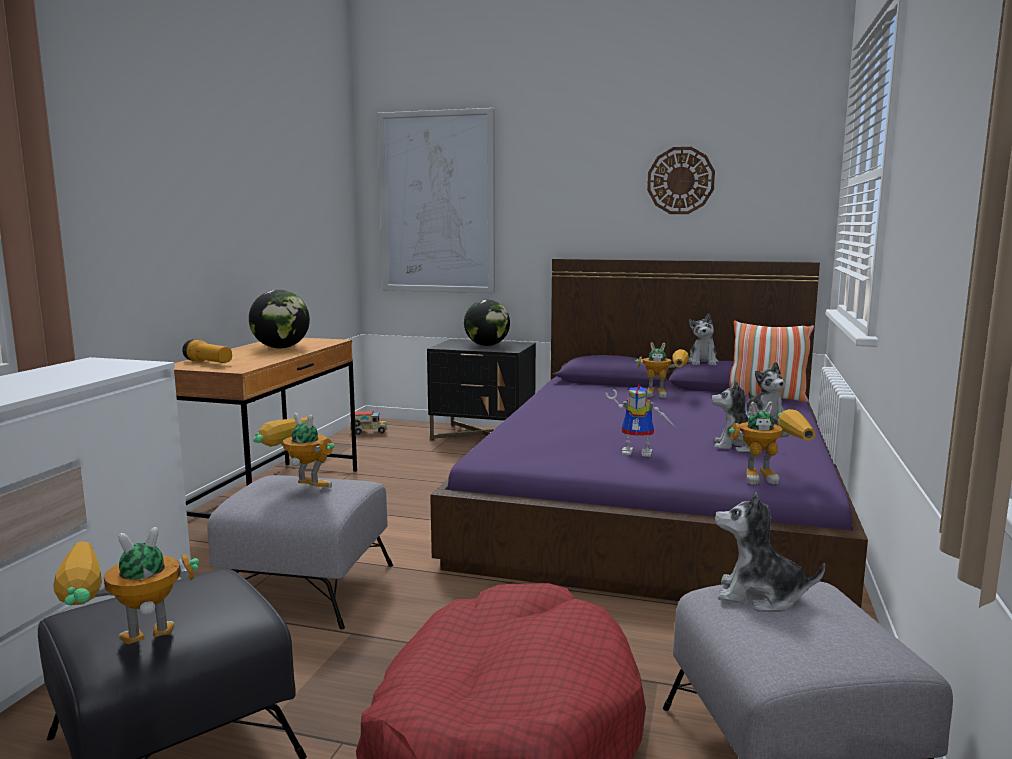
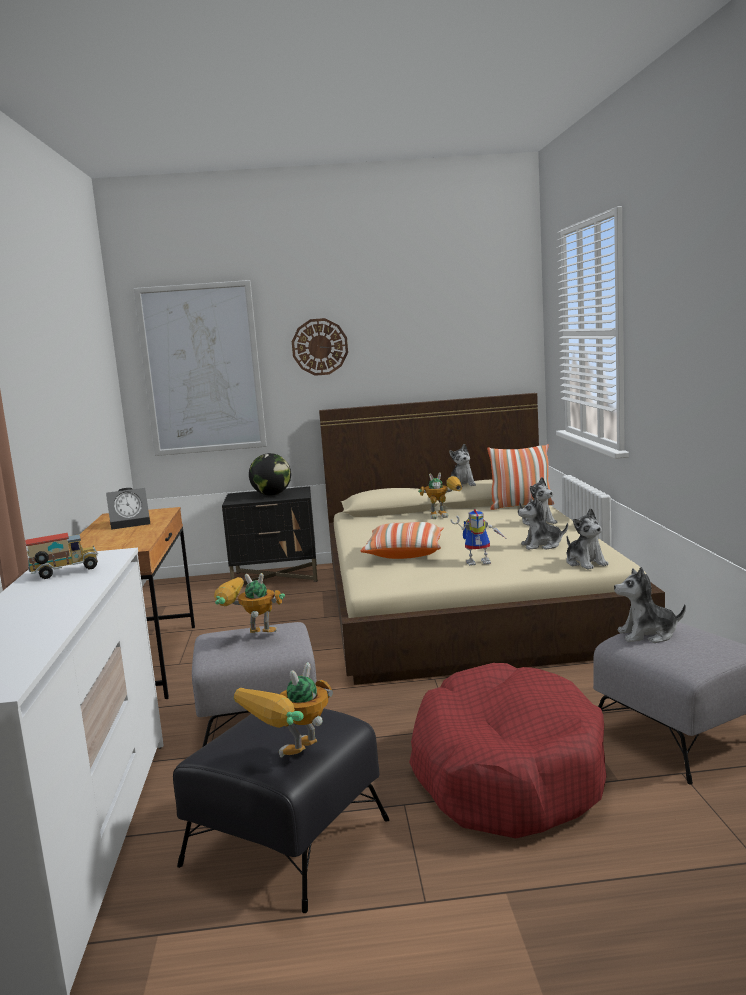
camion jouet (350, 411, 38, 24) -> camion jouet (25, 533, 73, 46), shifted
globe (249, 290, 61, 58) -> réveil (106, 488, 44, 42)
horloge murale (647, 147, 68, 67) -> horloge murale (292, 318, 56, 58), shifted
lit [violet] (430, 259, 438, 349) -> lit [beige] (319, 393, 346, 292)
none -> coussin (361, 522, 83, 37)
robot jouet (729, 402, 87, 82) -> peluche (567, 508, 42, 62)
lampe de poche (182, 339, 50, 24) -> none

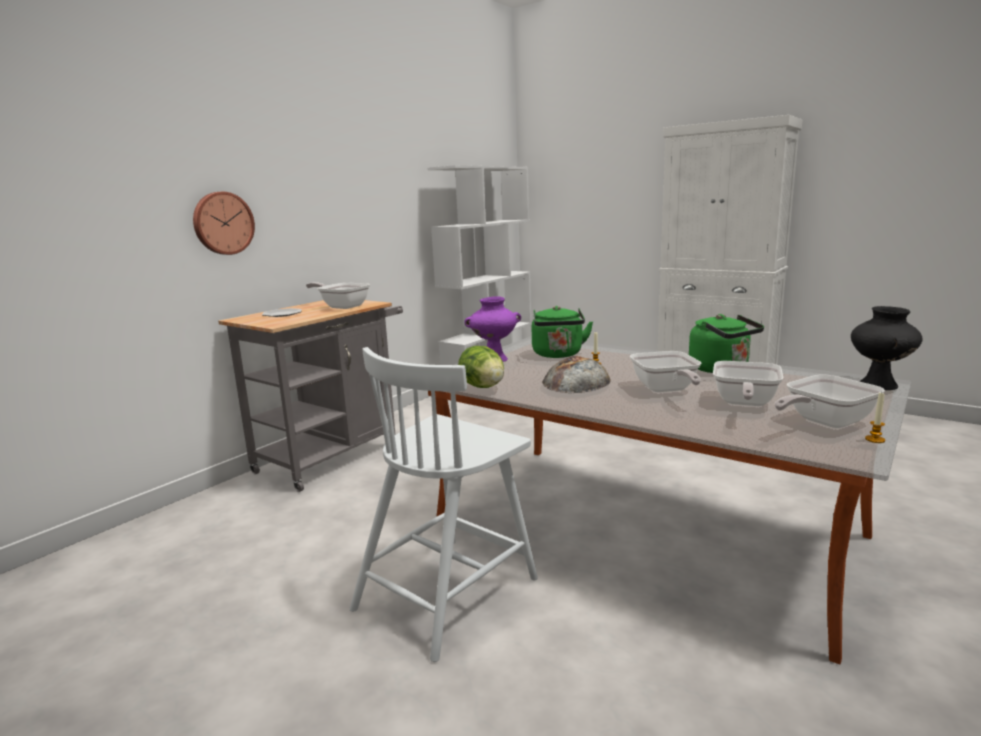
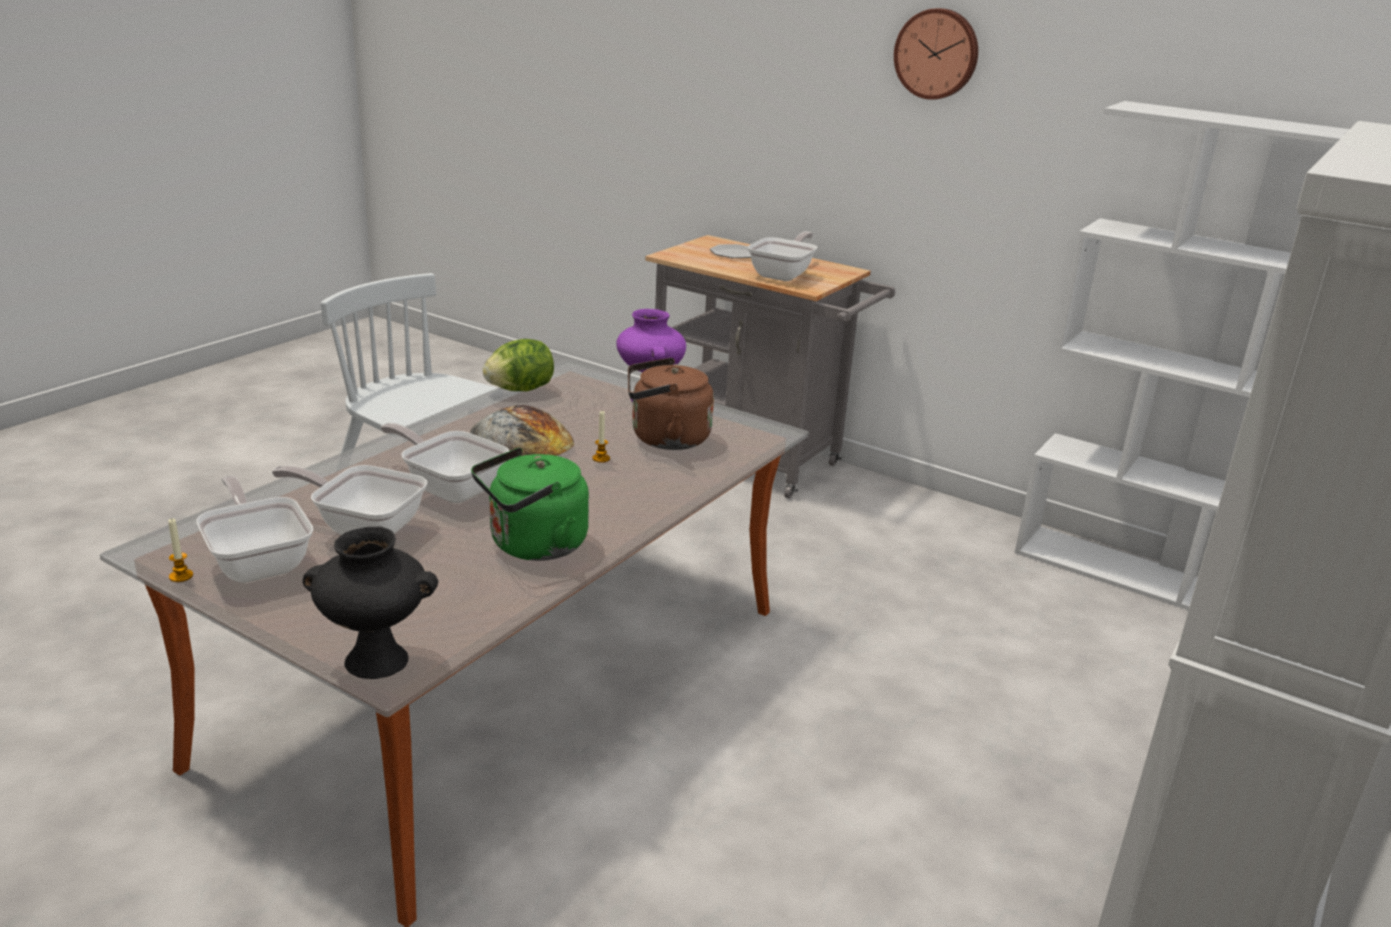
poêle (630, 351, 71, 41) -> poêle (380, 423, 129, 80), 45 degrees clockwise
bouilloire [vert] (532, 306, 61, 52) -> bouilloire [marron] (628, 358, 86, 92)
horloge murale (193, 192, 62, 63) -> horloge murale (894, 8, 84, 92), shifted

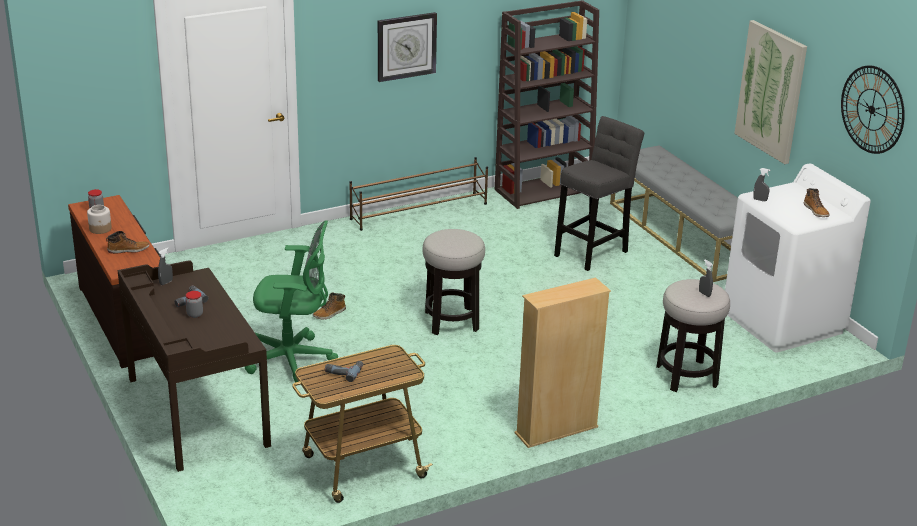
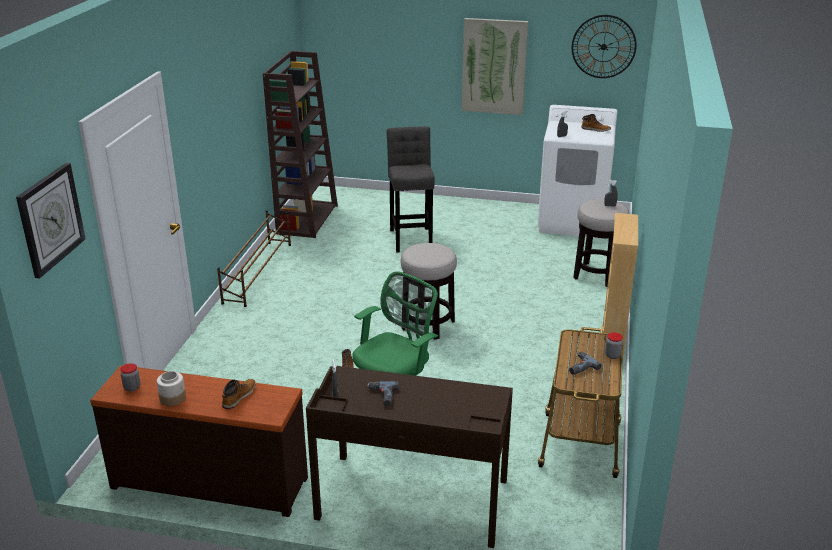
horloge murale (378, 12, 59, 70) -> horloge murale (16, 163, 70, 115), shifted
bocal (185, 291, 18, 27) -> bocal (605, 332, 18, 27), shifted
banc [gris] (610, 145, 128, 137) -> none

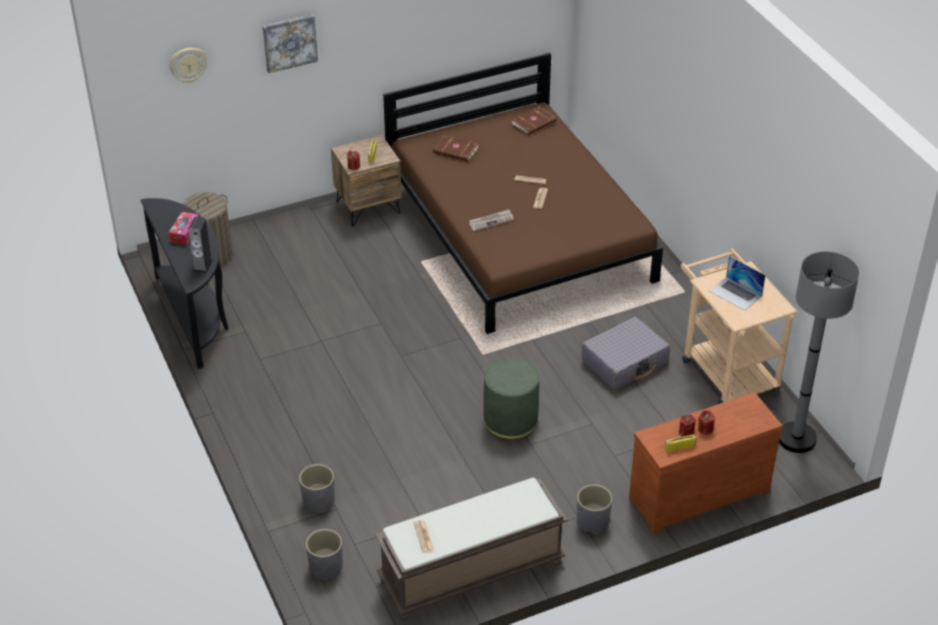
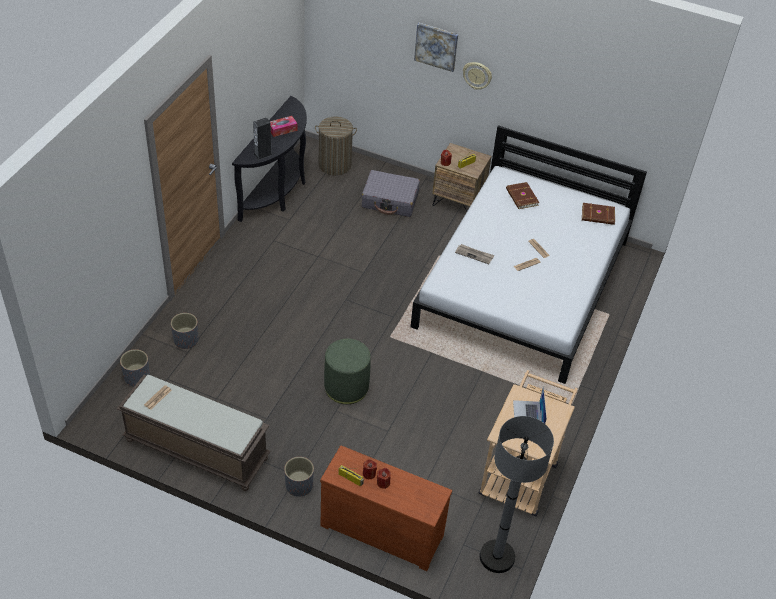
valise [gris] (581, 317, 89, 73) -> valise [gris] (362, 170, 58, 47), shifted
lit [marron] (383, 53, 280, 281) -> lit [blanc] (411, 125, 236, 259)
horloge murale (169, 48, 38, 35) -> horloge murale (463, 62, 29, 28), shifted

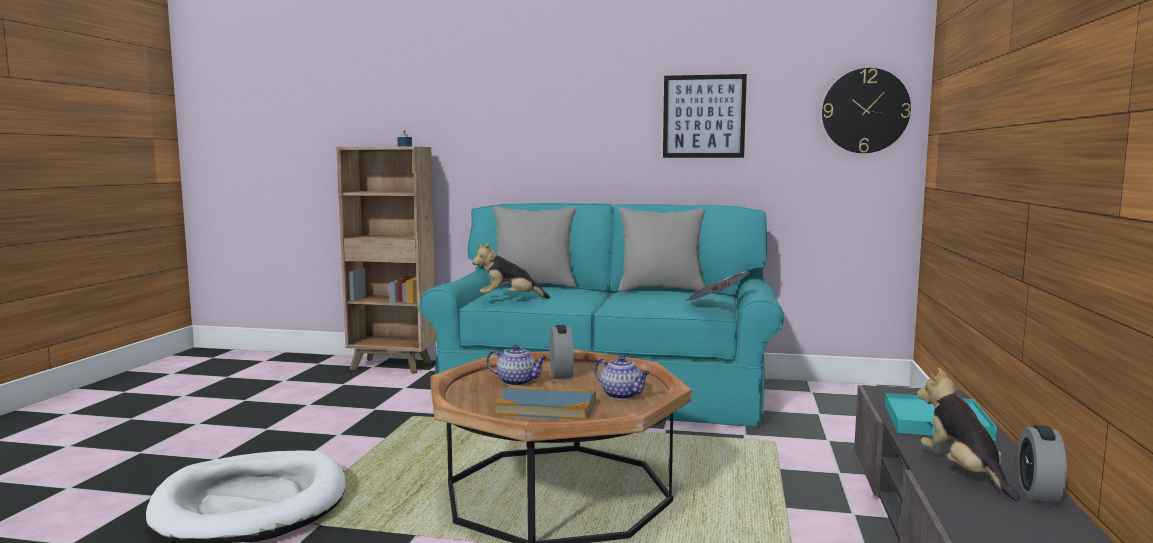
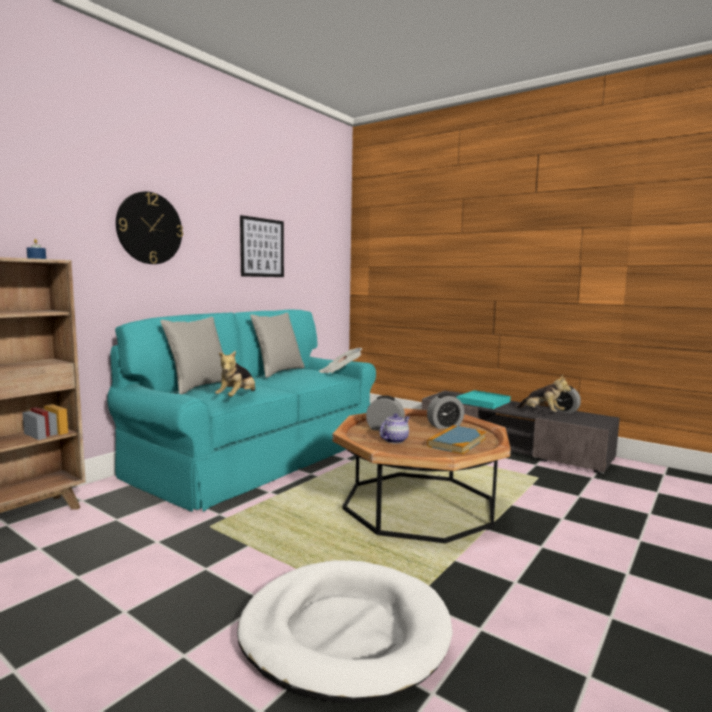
horloge murale (822, 68, 89, 85) -> horloge murale (116, 191, 67, 73), shifted
théière (594, 356, 56, 43) -> réveil (427, 393, 37, 36)
peluche (917, 368, 103, 133) -> peluche (515, 375, 56, 37), 150 degrees counterclockwise

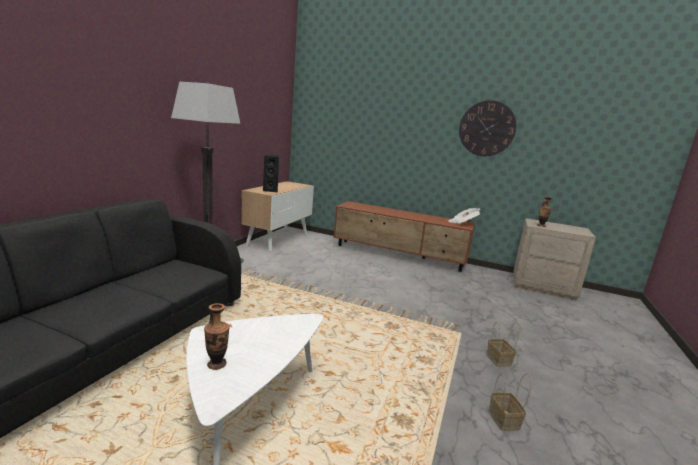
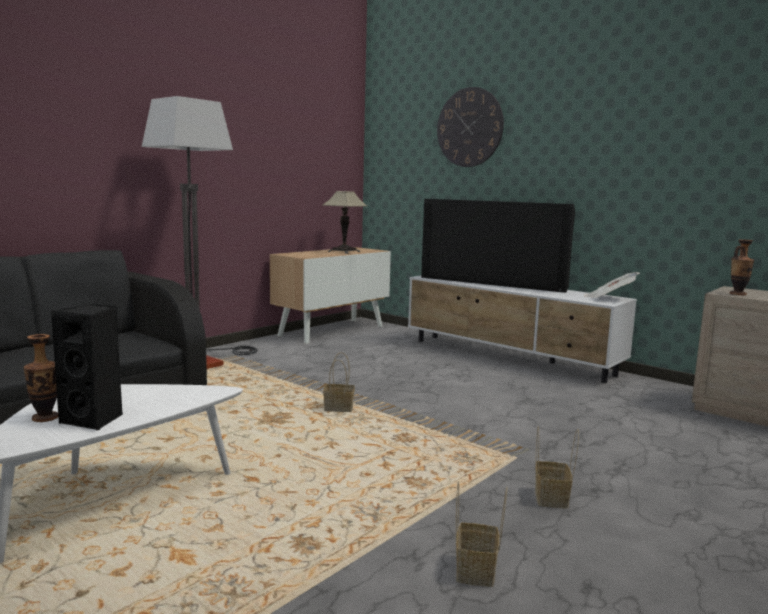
enceinte [noir] (263, 155, 16, 37) -> enceinte [noir] (50, 304, 73, 127), shifted
none -> lampe de table (323, 191, 44, 63)
none -> panier (323, 352, 32, 60)
meuble télé [marron] (333, 201, 142, 71) -> meuble télé [blanc] (408, 276, 229, 107)
none -> téléviseur (421, 199, 154, 94)
horloge murale (459, 100, 58, 56) -> horloge murale (437, 87, 67, 80), shifted

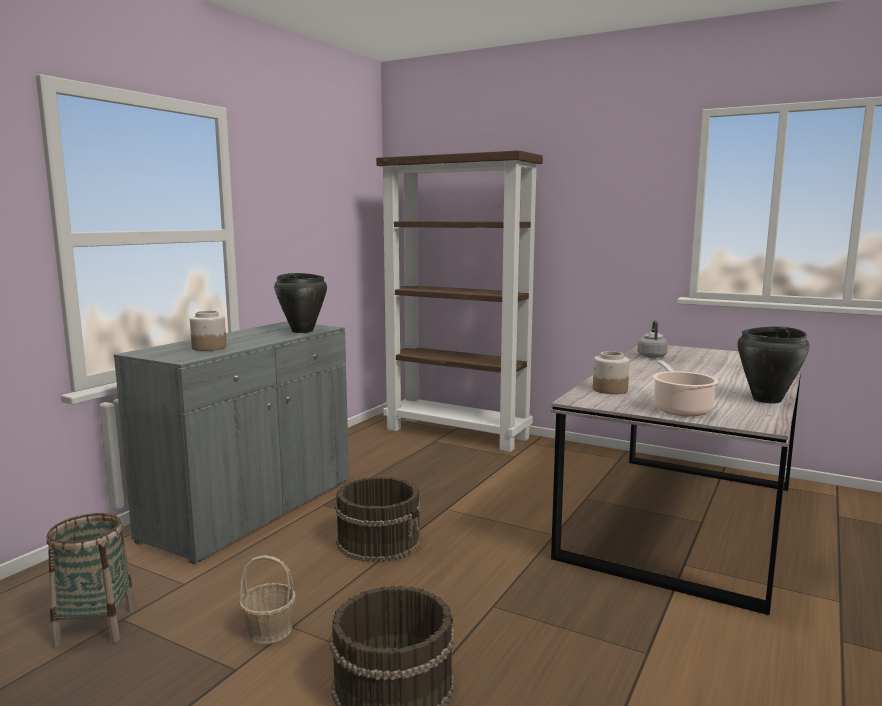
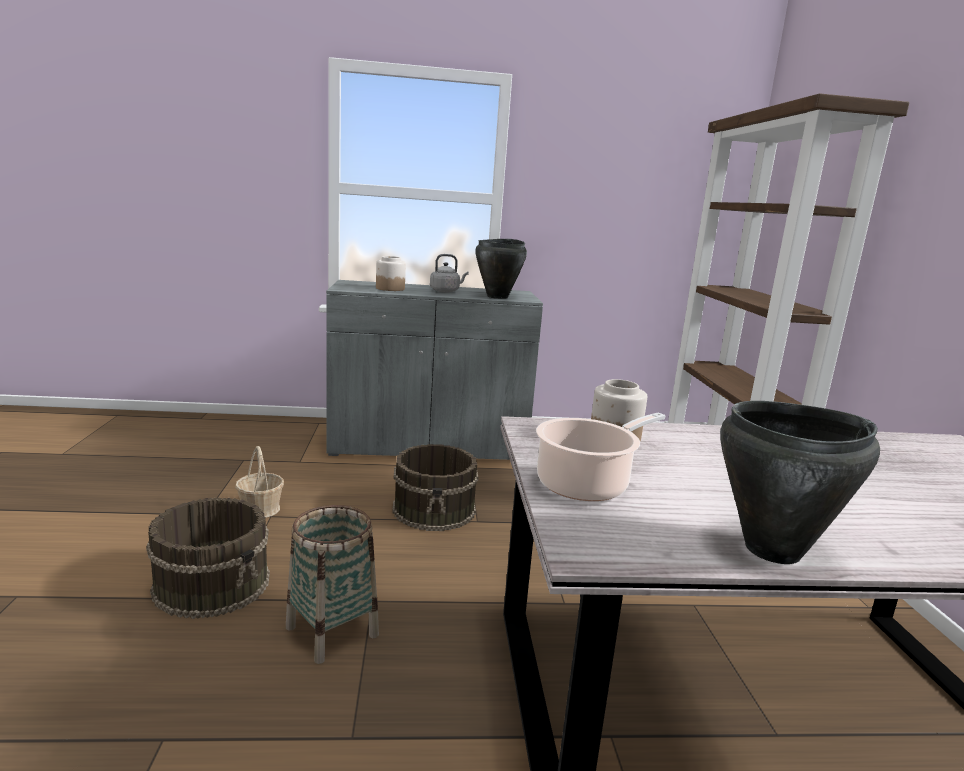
panier (47, 513, 89, 134) -> panier (286, 505, 93, 159), shifted
bouilloire [gris] (637, 320, 31, 38) -> bouilloire [gris] (430, 254, 39, 39), shifted

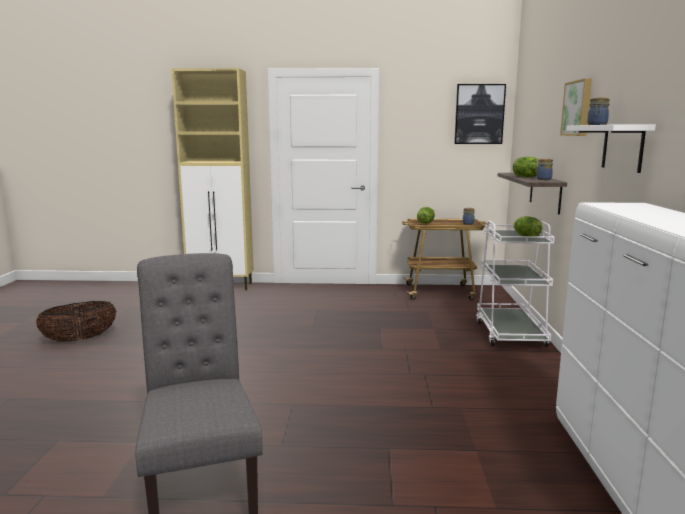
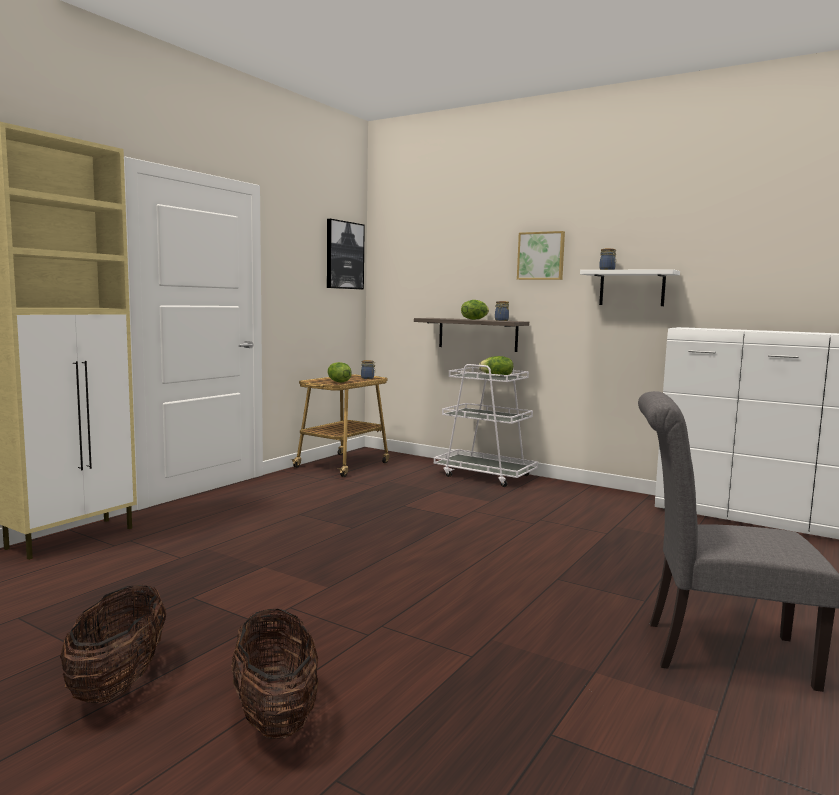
none -> panier (231, 609, 88, 130)

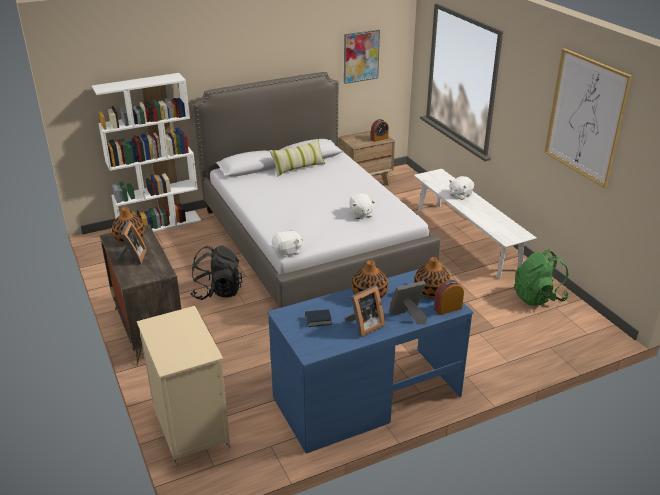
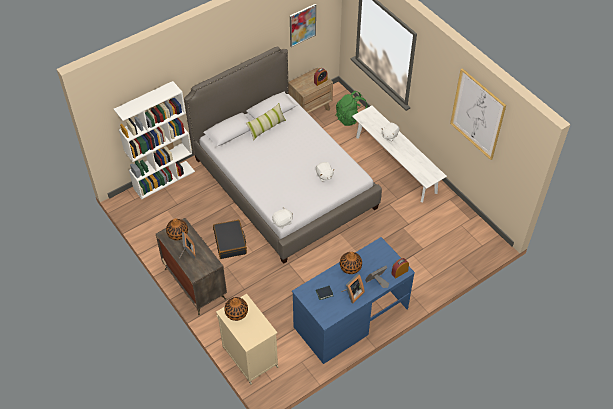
sac à dos [noir] (190, 246, 52, 54) -> valise [noir] (213, 220, 34, 39)
vase (414, 257, 37, 41) -> vase (224, 297, 24, 24), shifted
sac à dos [vert] (514, 249, 54, 57) -> sac à dos [vert] (336, 91, 31, 35), shifted

